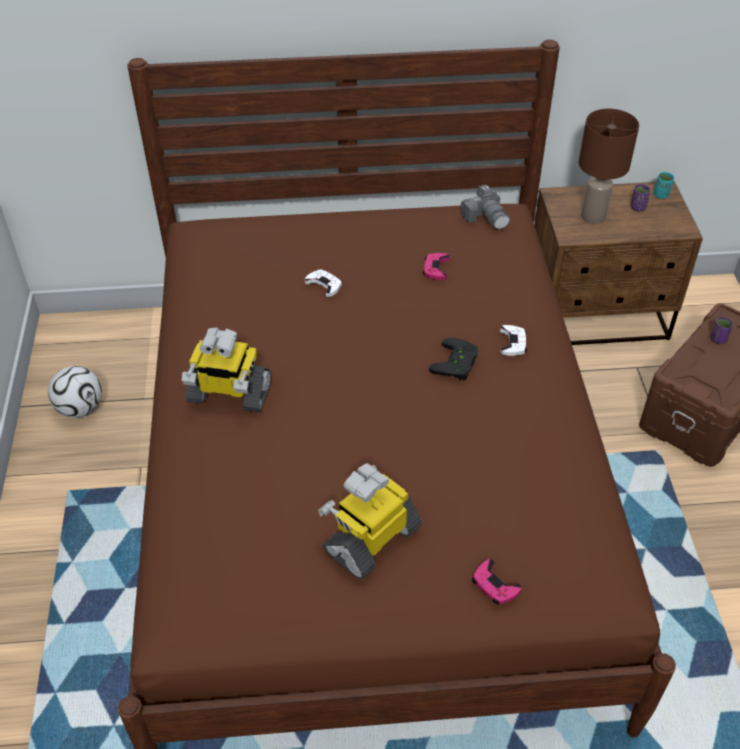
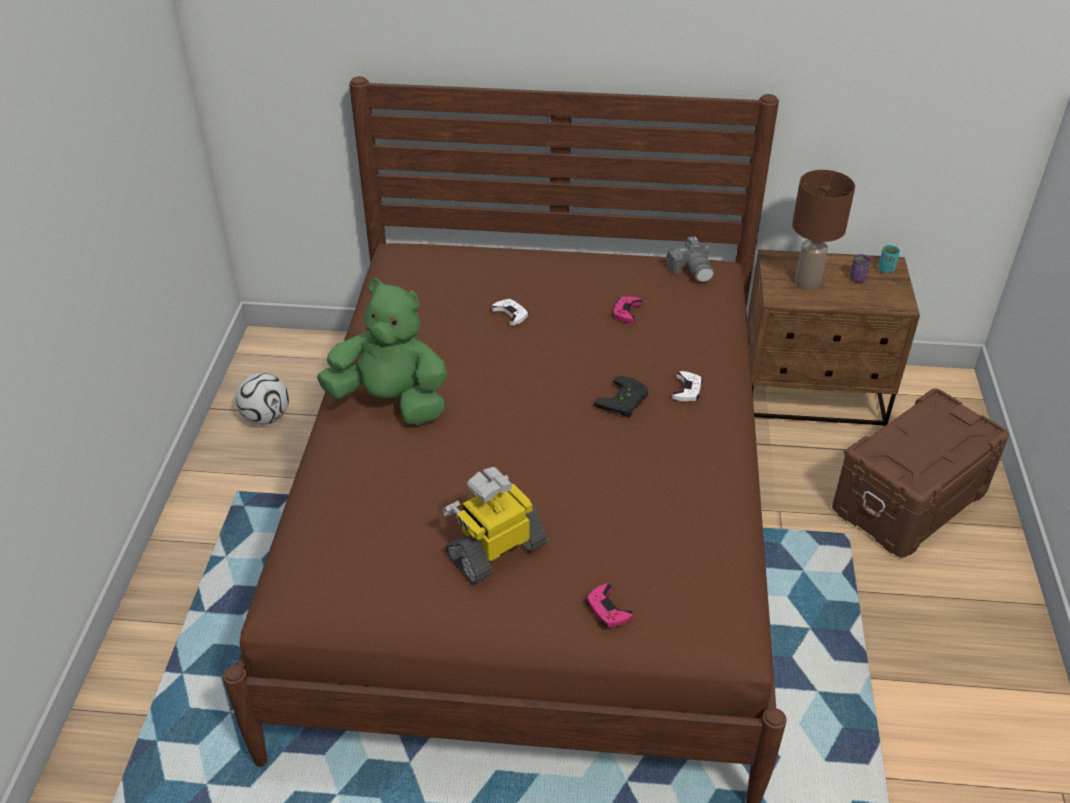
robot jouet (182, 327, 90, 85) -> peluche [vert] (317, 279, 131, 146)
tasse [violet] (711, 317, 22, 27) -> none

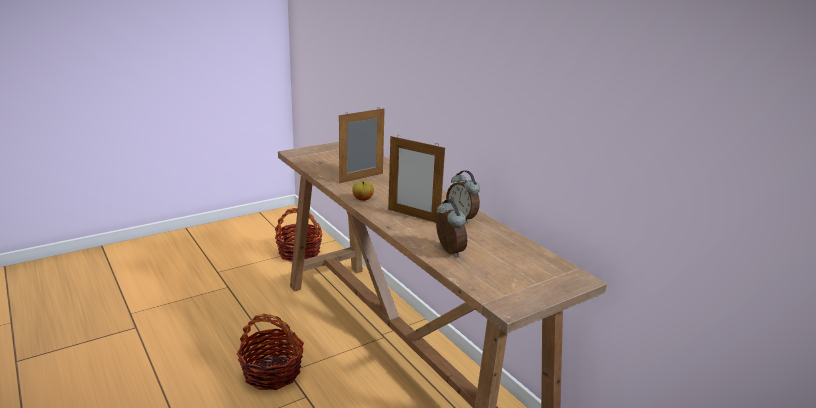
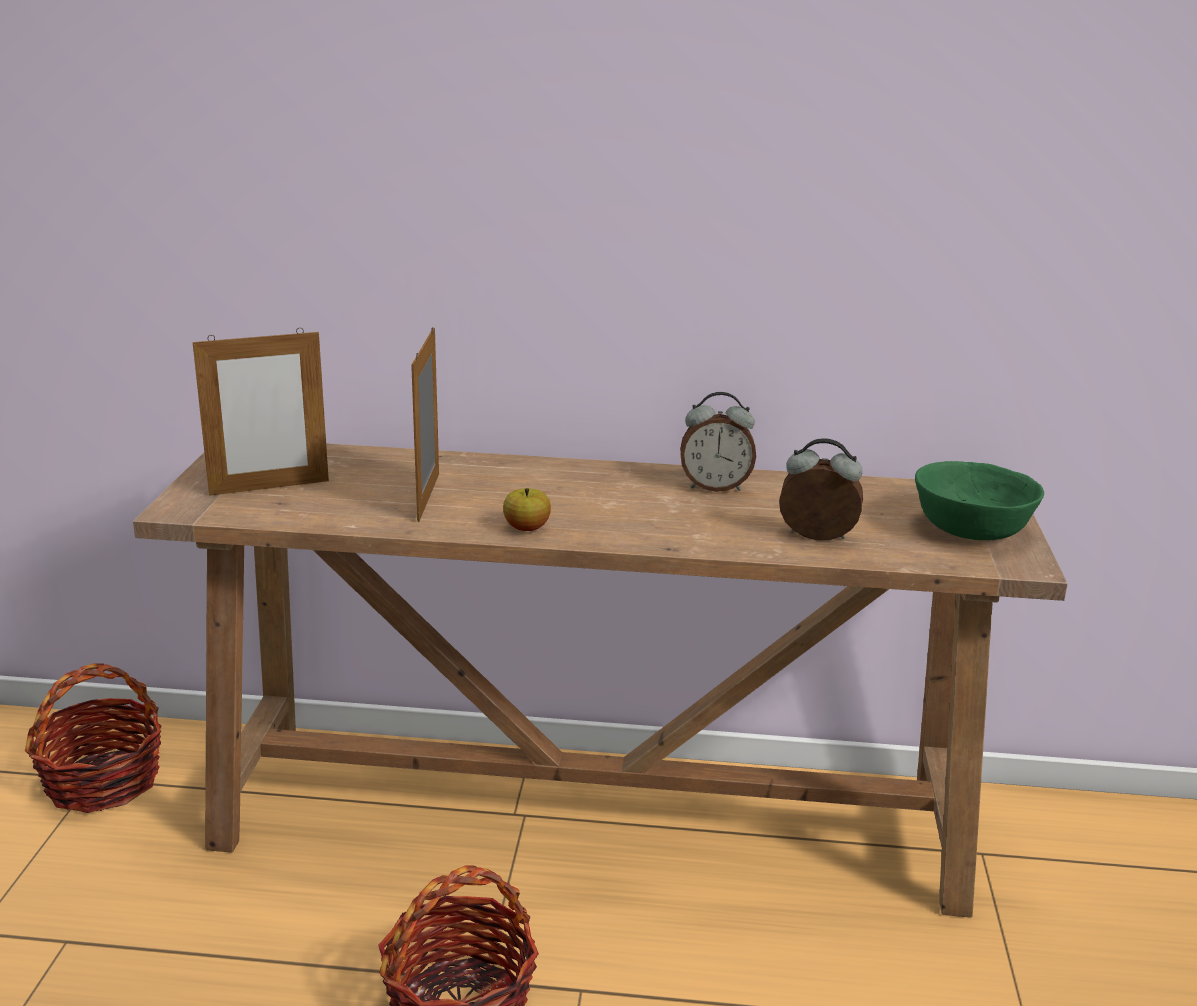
cadre photo (388, 135, 57, 88) -> cadre photo (193, 328, 136, 168), shifted
none -> bol [vert] (915, 461, 129, 79)

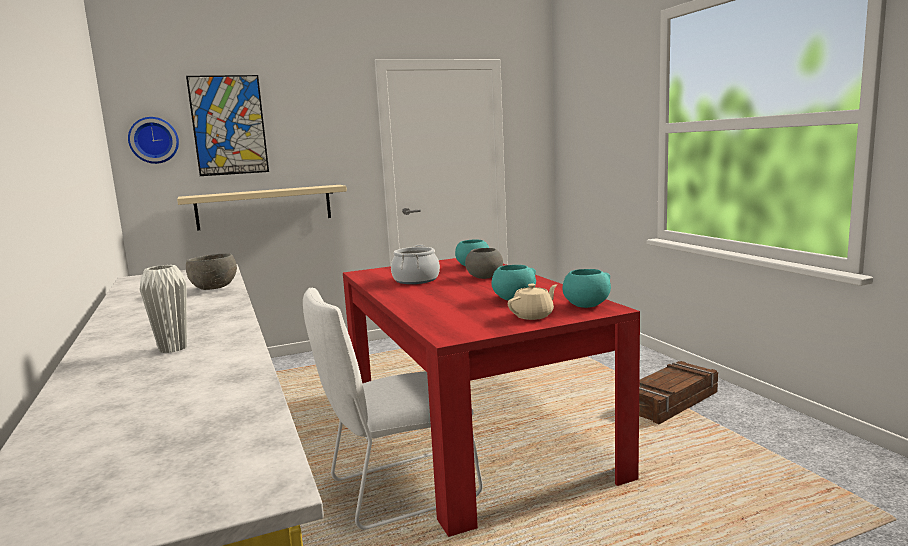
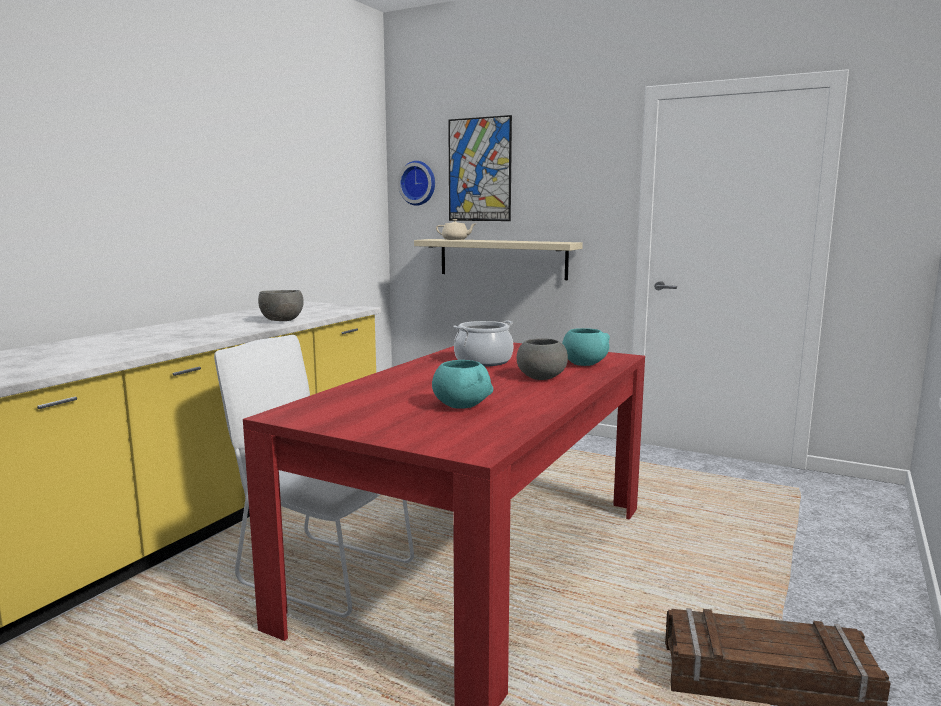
théière [beige] (508, 284, 49, 36) -> théière [beige] (436, 219, 39, 21), shifted
vase [blanc] (140, 265, 47, 88) -> none
bol [turquoise] (563, 269, 48, 39) -> none

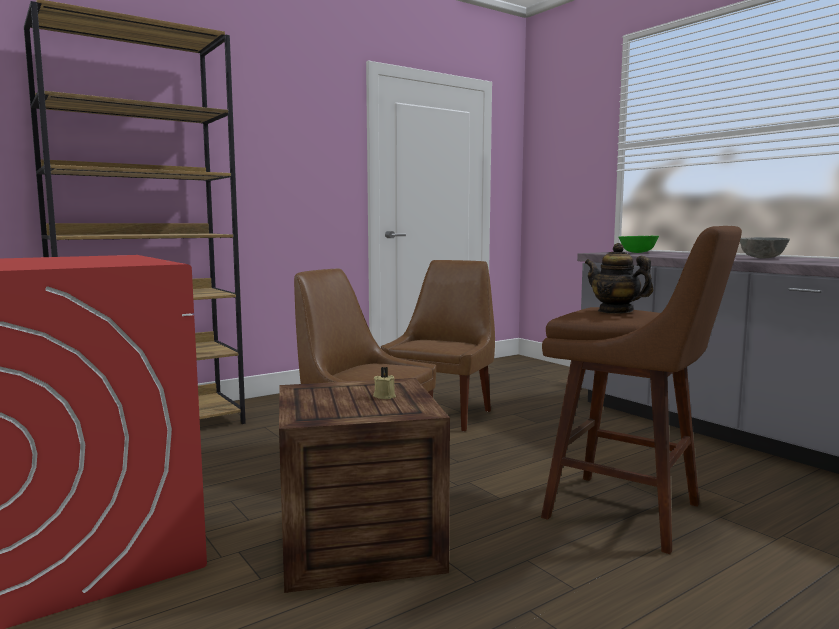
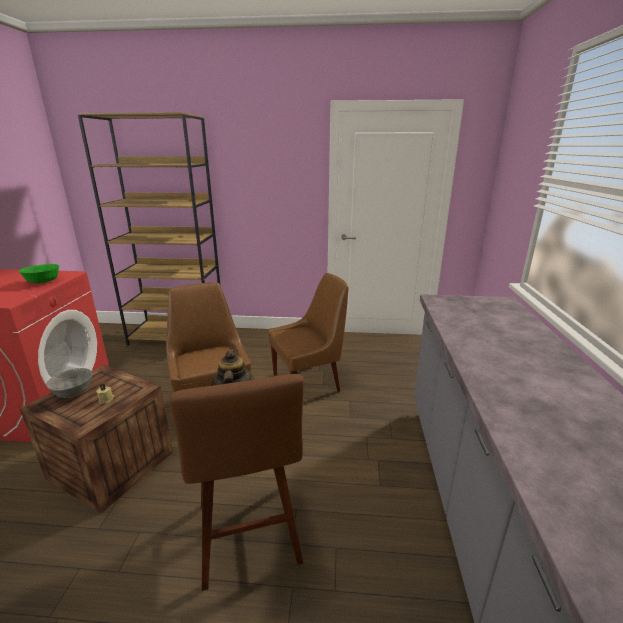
bol [vert] (618, 236, 41, 17) -> bol [vert] (19, 264, 40, 19), shifted
bol [gris] (740, 237, 50, 21) -> bol [gris] (46, 368, 46, 30), shifted

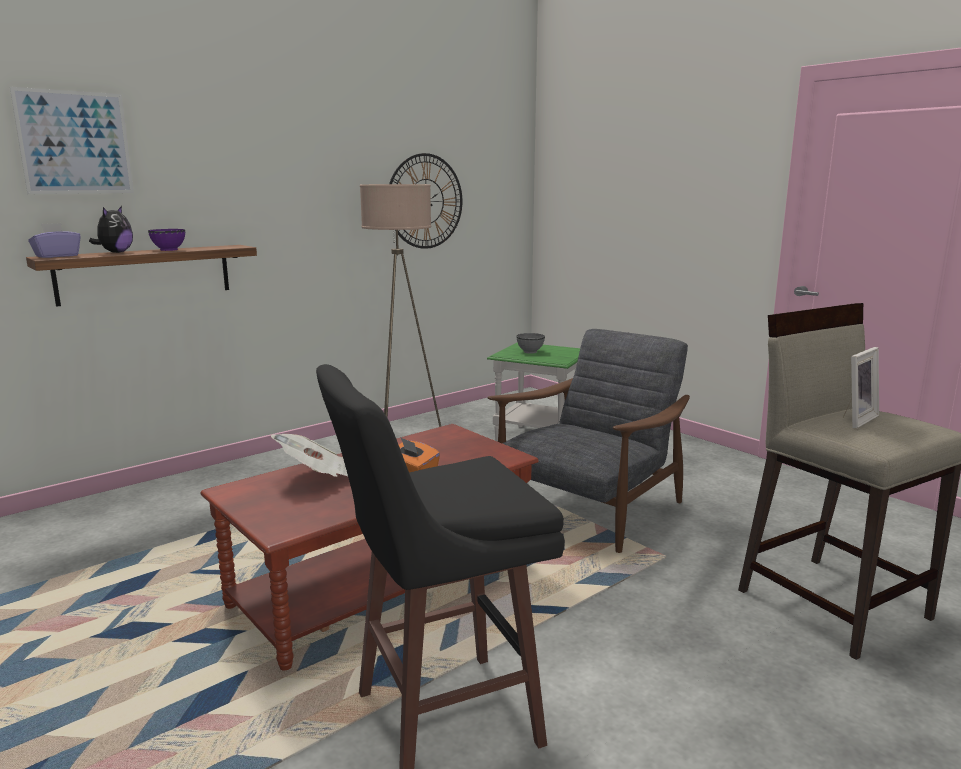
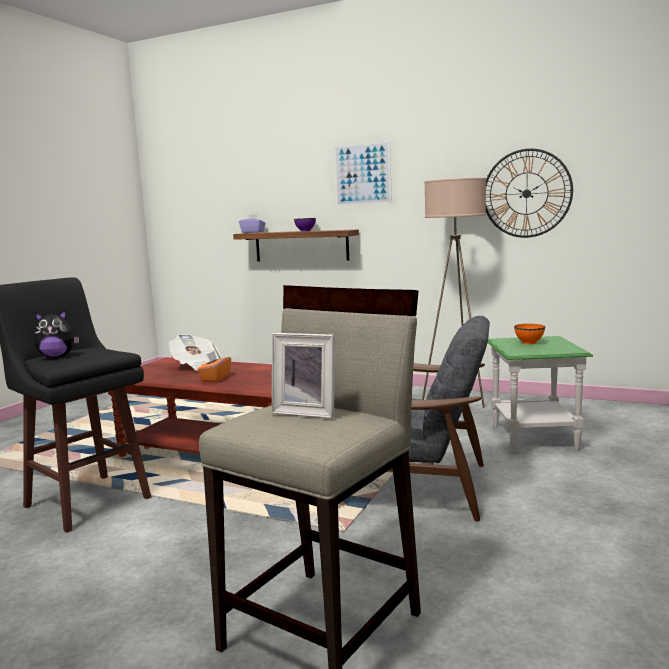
peluche (89, 206, 44, 47) -> peluche (34, 310, 45, 48), shifted
tableau (10, 87, 124, 107) -> tableau (334, 141, 58, 65), shifted
bol [gris] (516, 333, 29, 21) -> bol [orange] (514, 324, 31, 20)

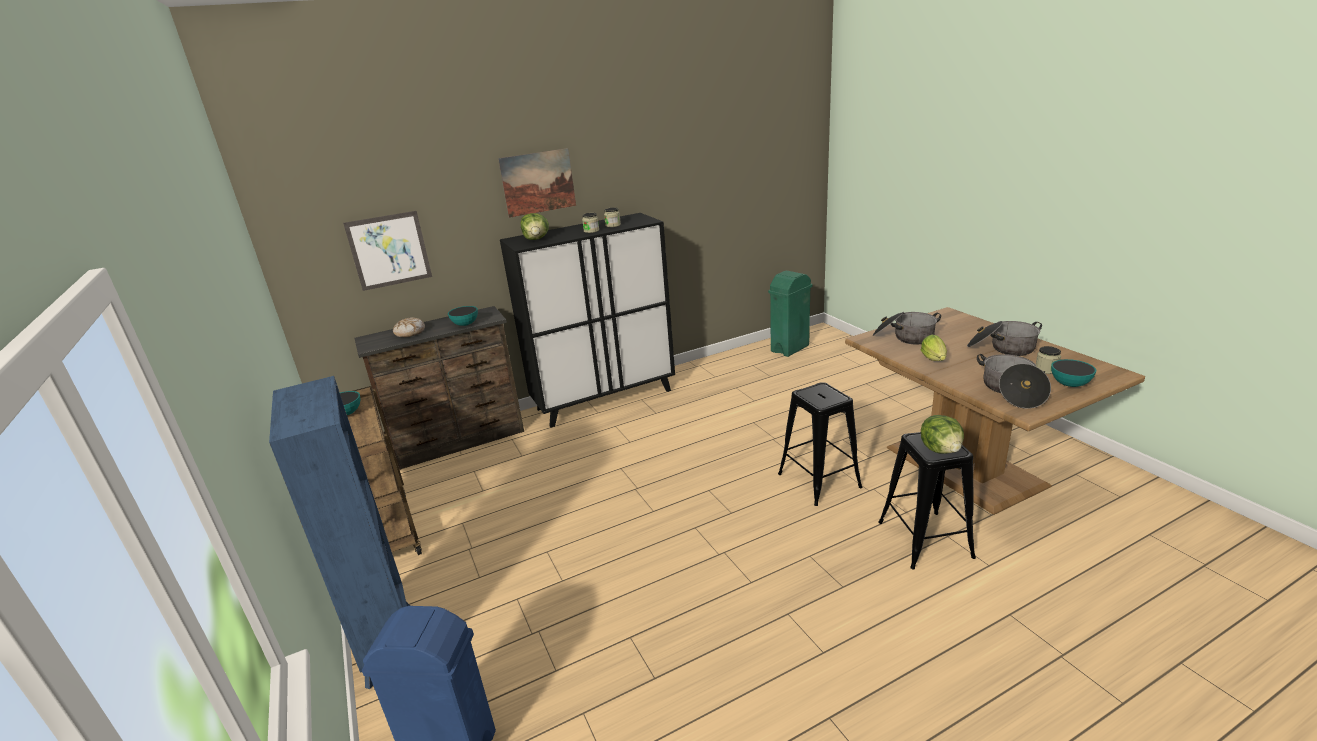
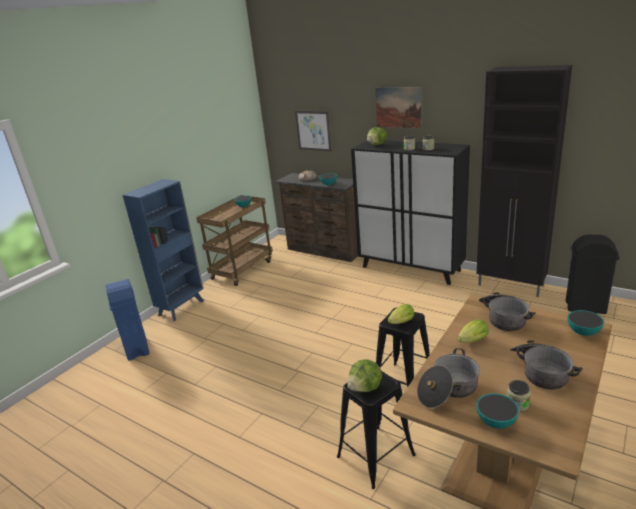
none -> laitue (388, 304, 27, 20)
none -> meuble de rangement [noir] (477, 65, 95, 232)
poubelle [vert] (768, 271, 44, 86) -> poubelle [noir] (566, 234, 53, 80)
none -> bol (568, 310, 36, 26)

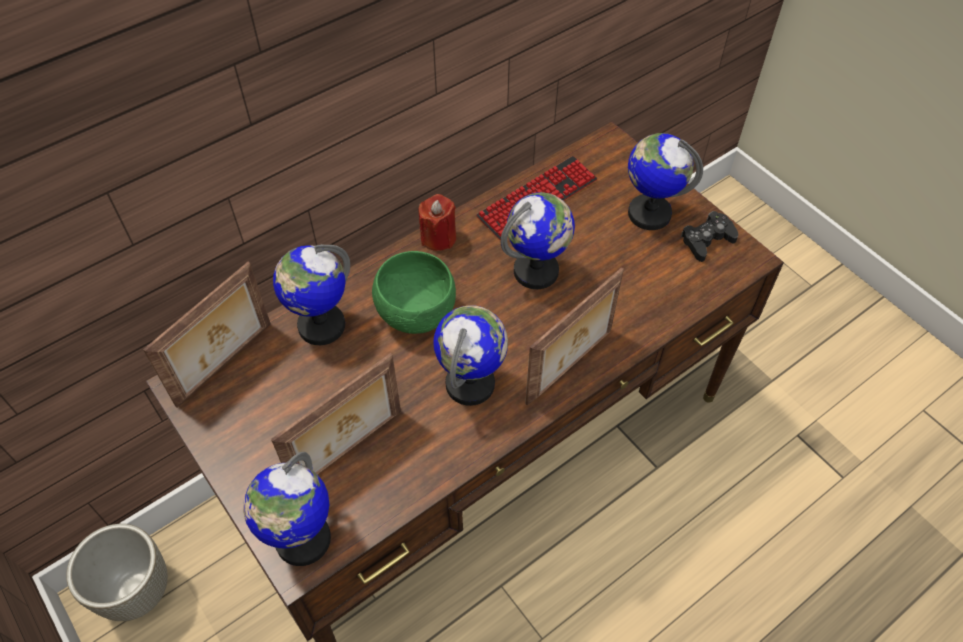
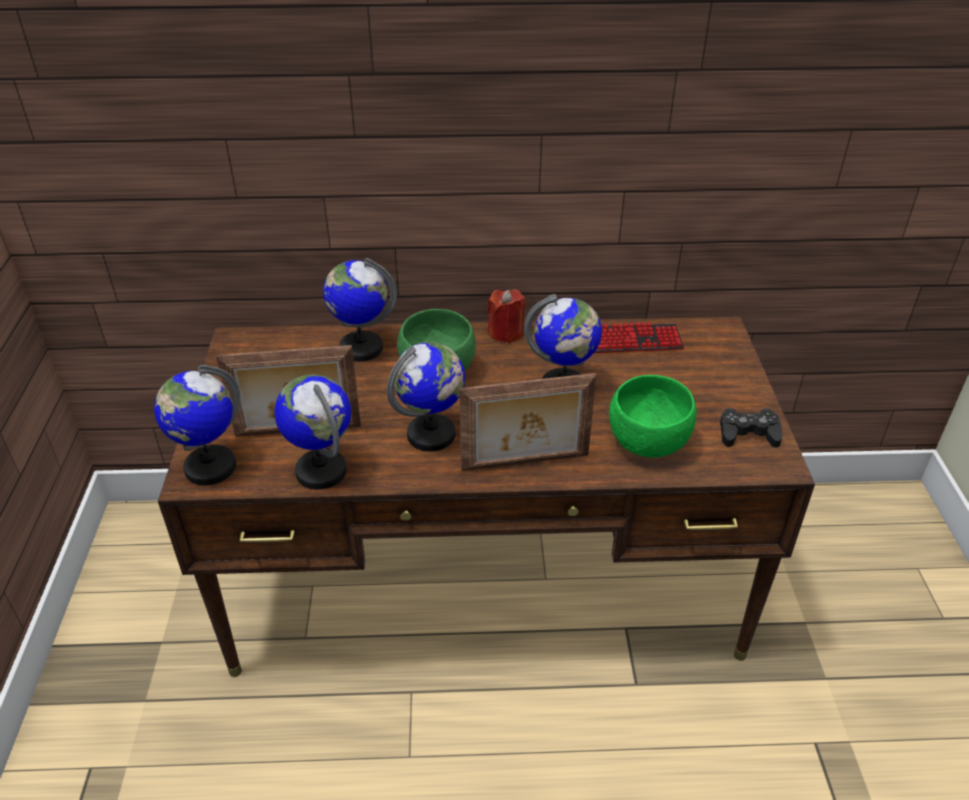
globe (628, 133, 75, 97) -> globe (275, 375, 76, 115), shifted
none -> bol [vert] (609, 375, 87, 83)
cache-pot [gris] (66, 524, 102, 97) -> none
cadre photo (143, 262, 128, 146) -> none

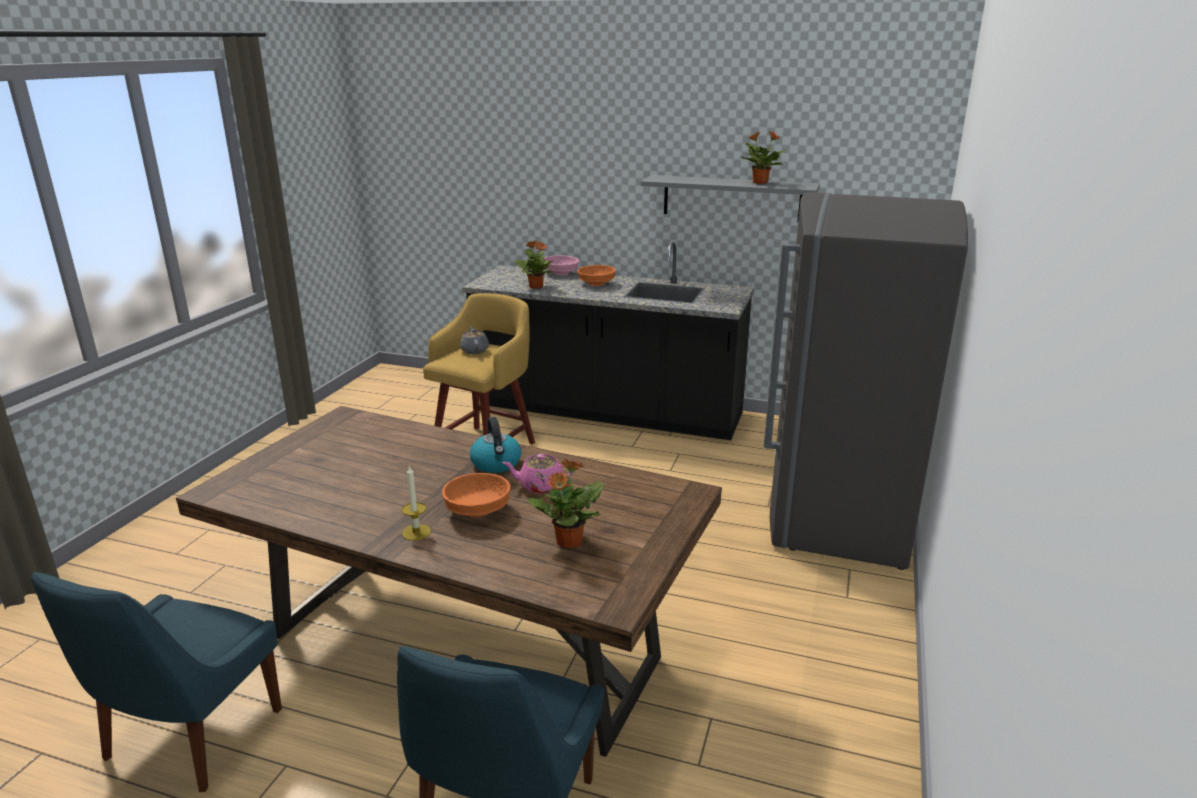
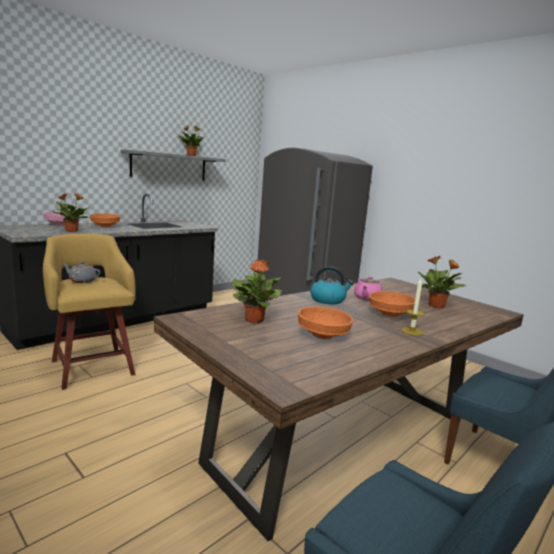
none -> plante en pot (232, 259, 50, 65)
none -> bol [orange] (298, 306, 56, 33)

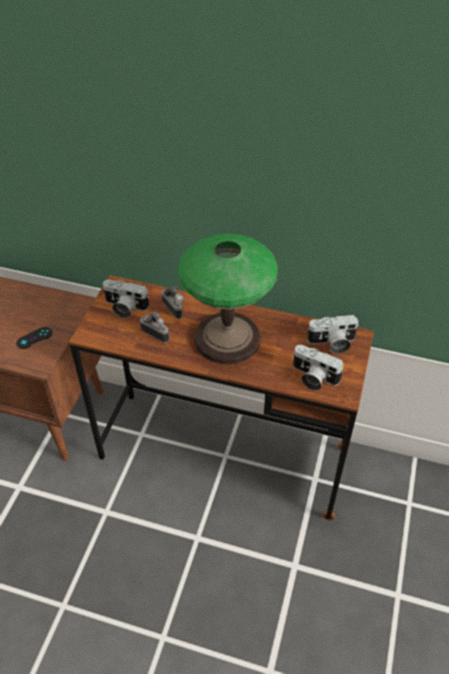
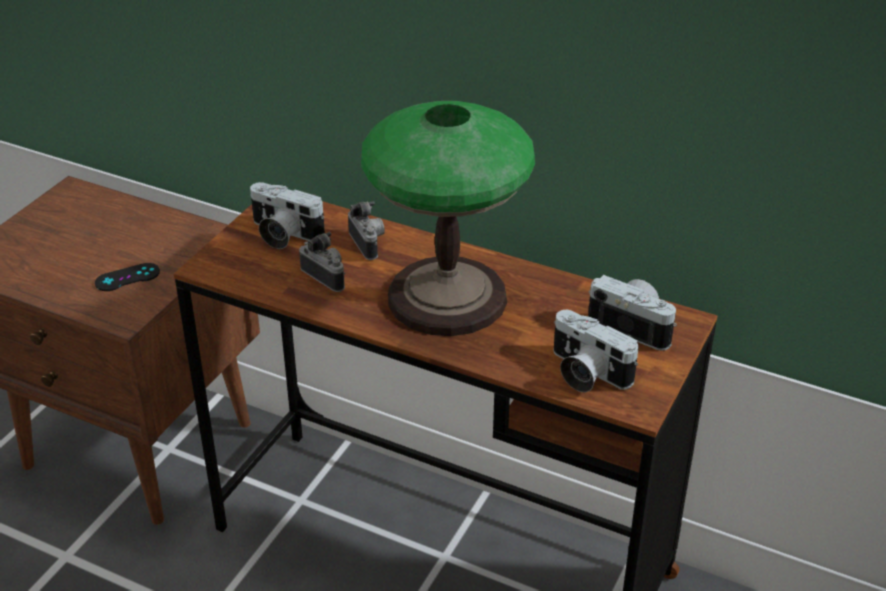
appareil photo (307, 315, 52, 39) -> appareil photo (588, 275, 89, 75), 150 degrees counterclockwise

